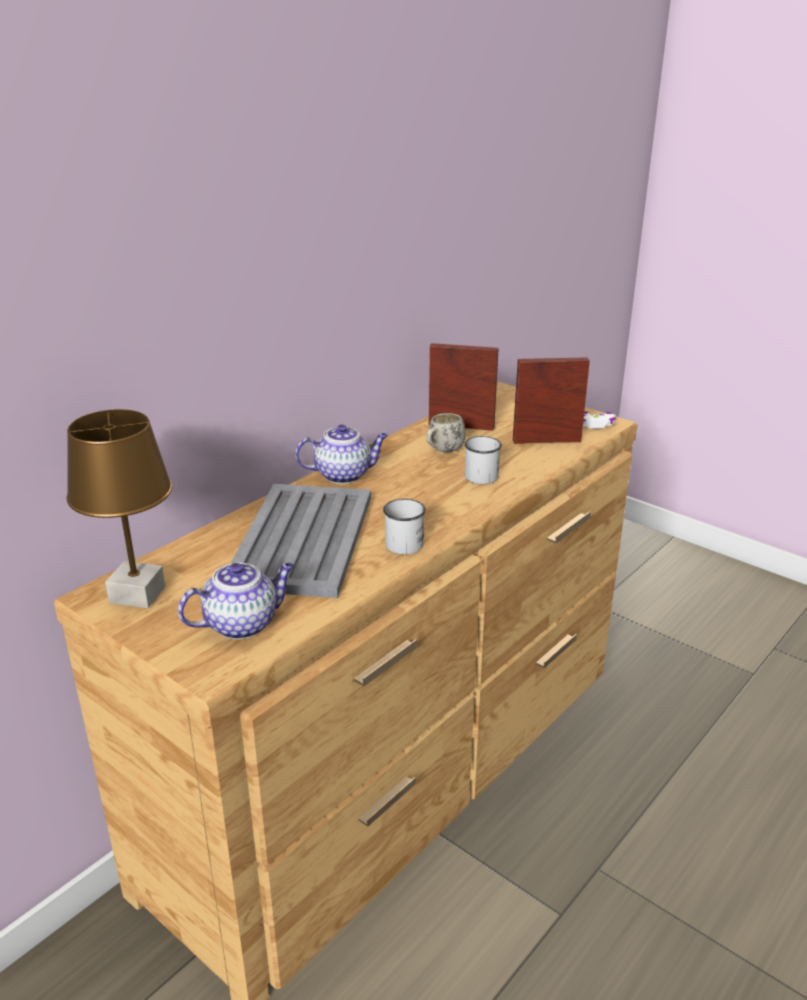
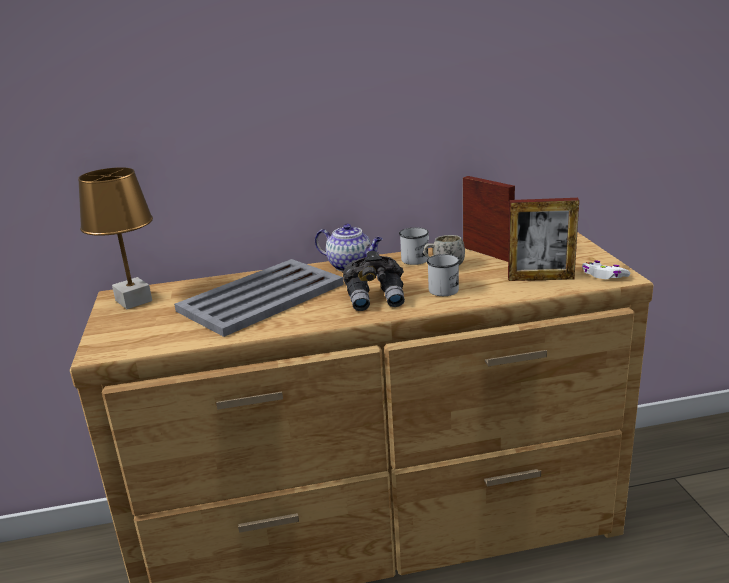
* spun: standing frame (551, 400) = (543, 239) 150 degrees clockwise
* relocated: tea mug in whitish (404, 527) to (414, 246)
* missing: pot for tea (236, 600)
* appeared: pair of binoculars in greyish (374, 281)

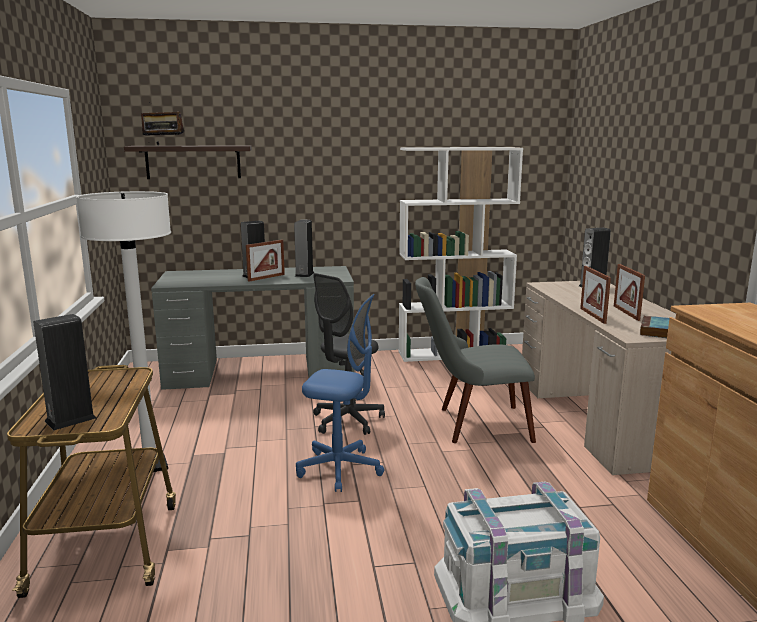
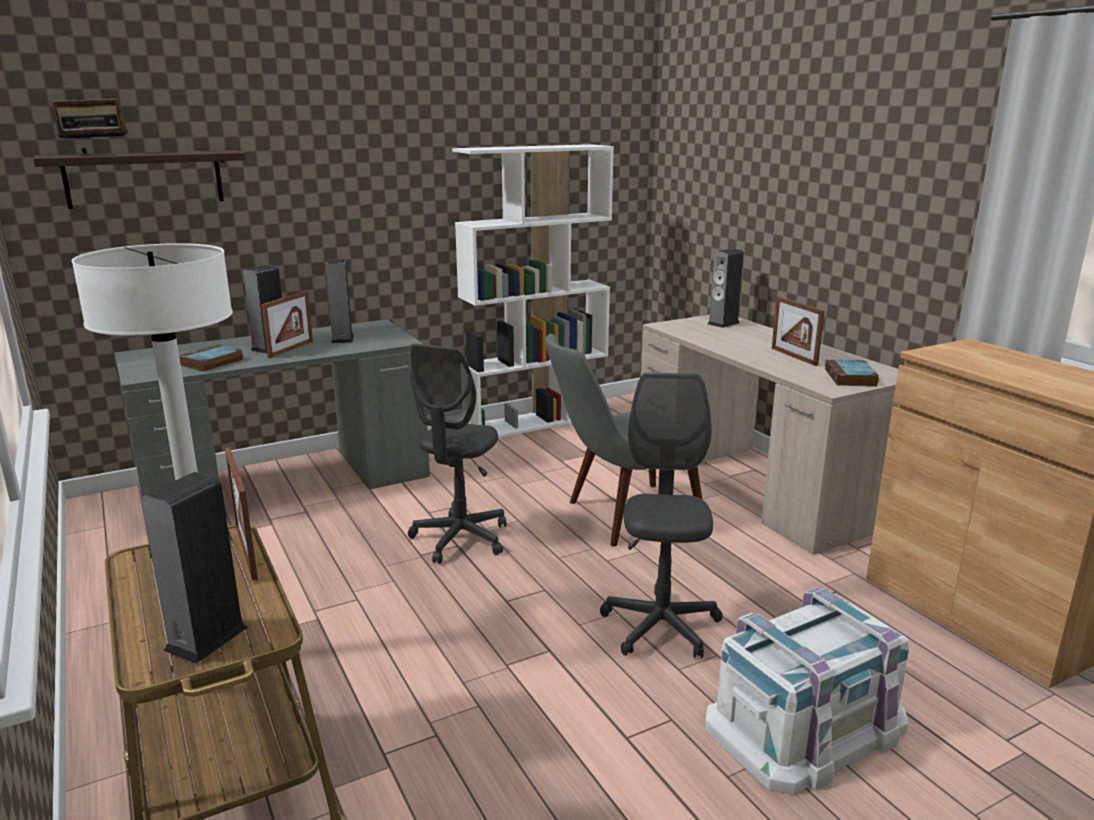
* relocated: standing frame (595, 295) to (241, 514)
* missing: desk chair in bluish (340, 393)
* appeared: bound book (211, 358)
* appeared: desk chair in greyish (661, 515)

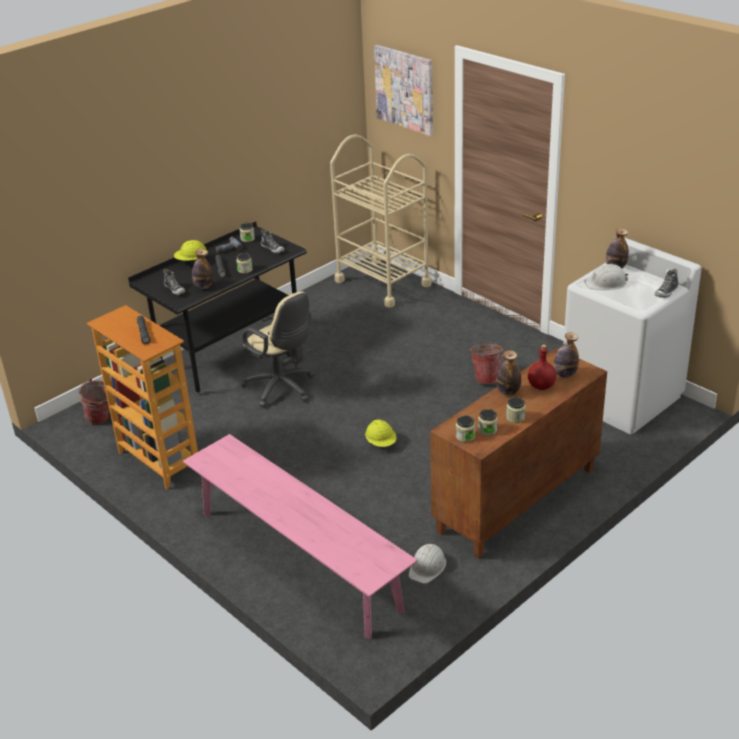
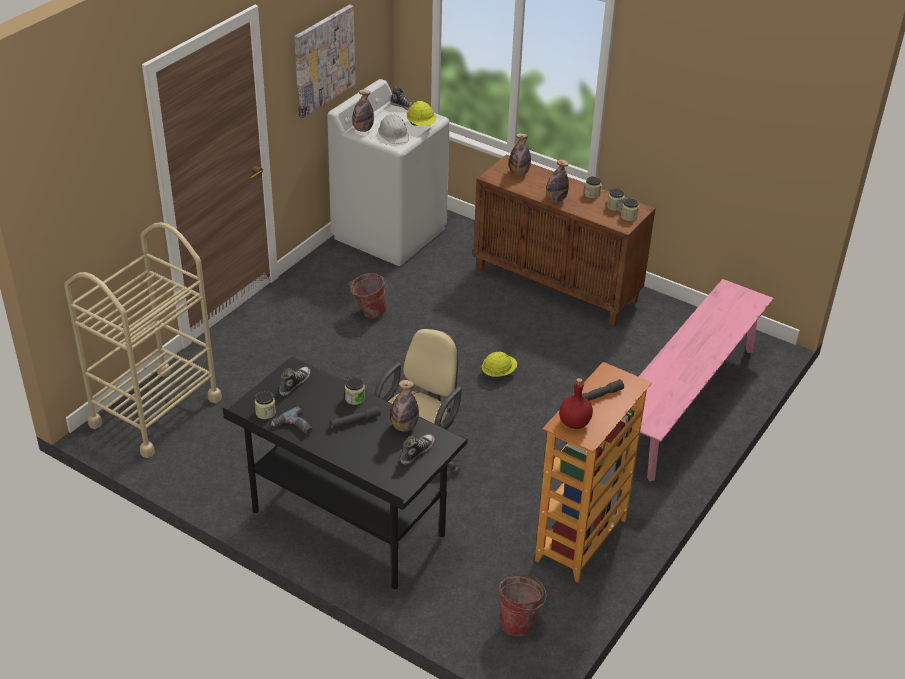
* relocated: wall picture (403, 90) to (325, 61)
* relocated: safety helmet in yellowish (191, 252) to (421, 113)
* relocated: beverage bottle in reddish (542, 367) to (576, 403)
* missing: safety helmet in whitish (427, 564)

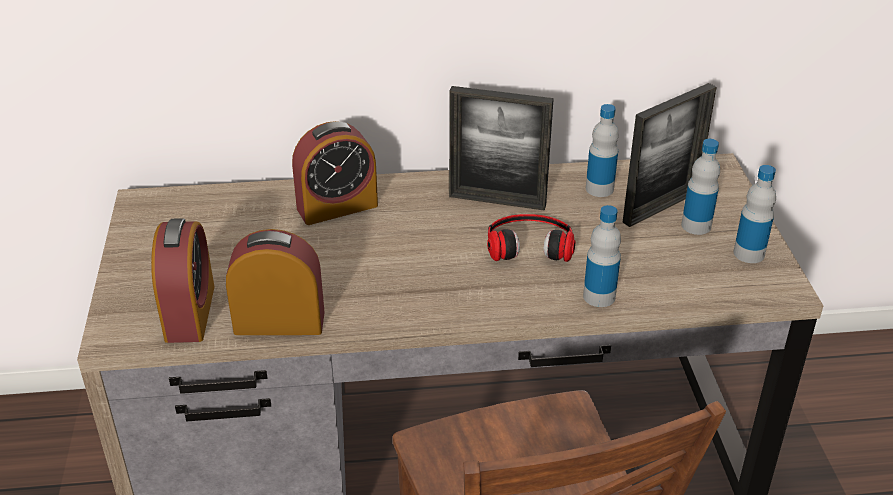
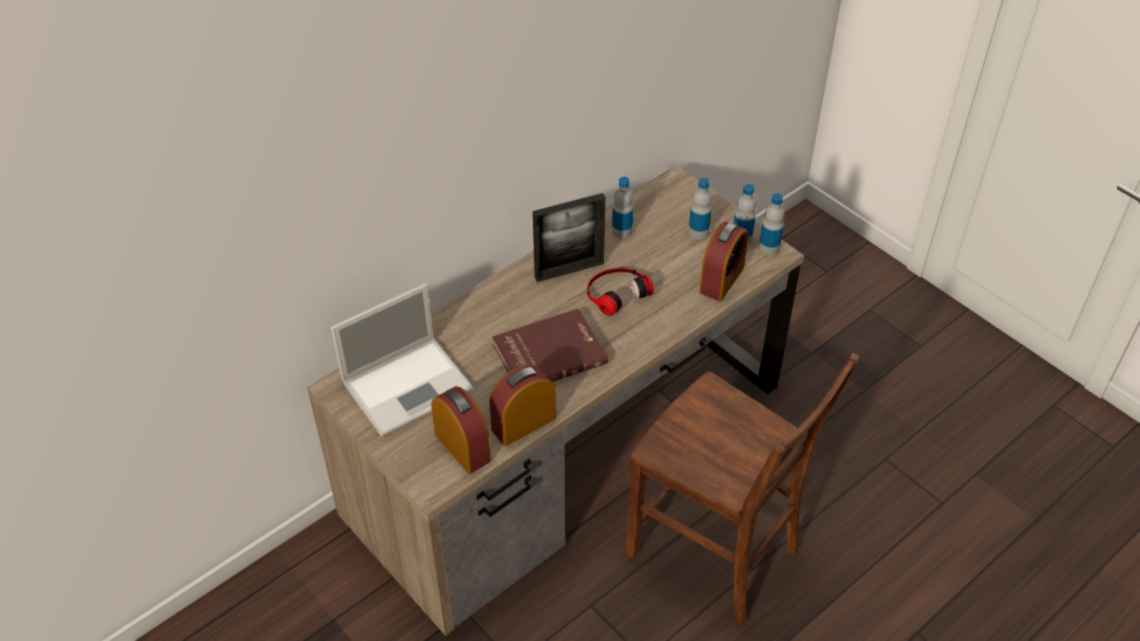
* missing: standing frame (669, 155)
* relocated: table clock (335, 173) to (723, 261)
* relocated: beverage bottle (602, 256) to (772, 224)
* appeared: portable computer (402, 360)
* appeared: bound book in reddish (550, 345)

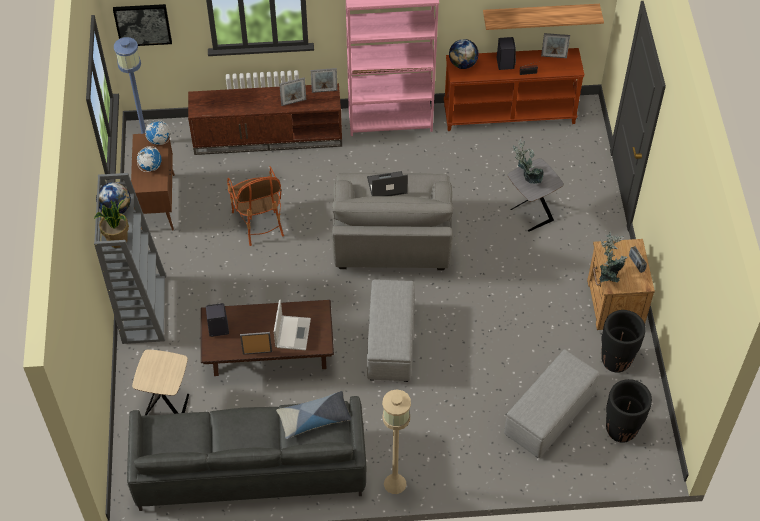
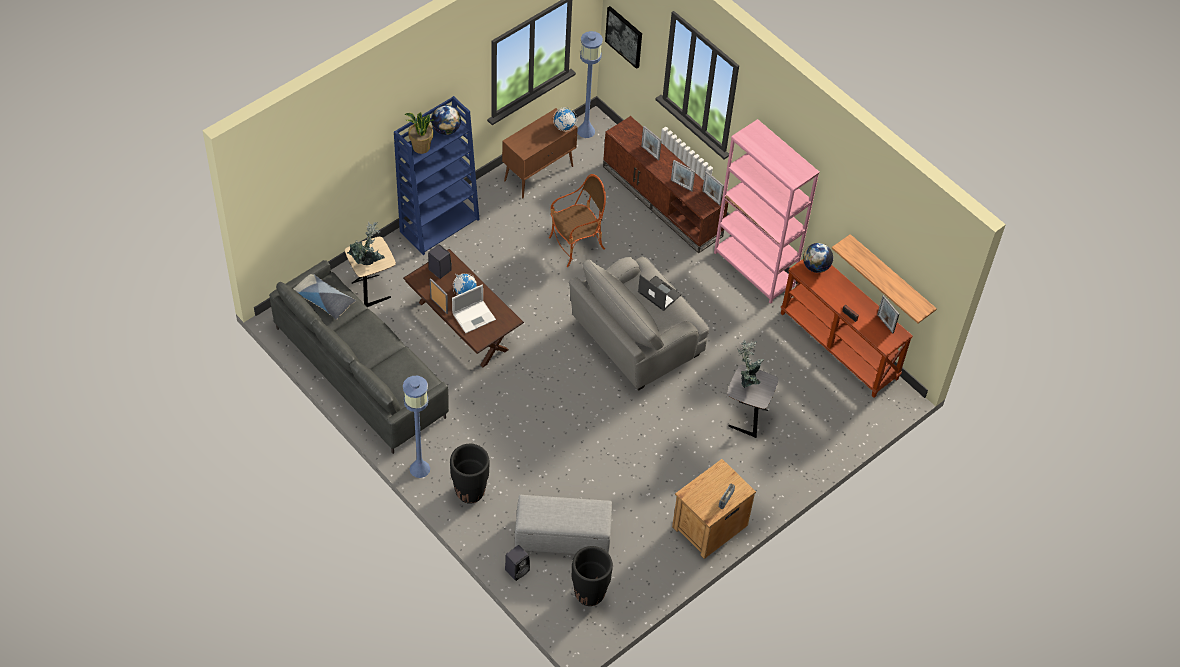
* relocated: audio speaker in black (506, 53) to (517, 563)
* relocated: desk globe (149, 159) to (465, 284)
* spun: armchair (255, 206) = (577, 220) 150 degrees counterclockwise
* colour: bookshelf in greyish (130, 258) to bookshelf in bluish (437, 175)
* relocated: plant in a pot (613, 257) to (366, 243)
* missing: ottoman in greyish (391, 330)
* relocated: planter in black (623, 341) to (470, 474)
* colour: standard lamp in beige-coloured (396, 442) to standard lamp in bluish (416, 427)
* relocated: throw pillow (314, 415) to (324, 297)
* appeared: standing frame (651, 143)

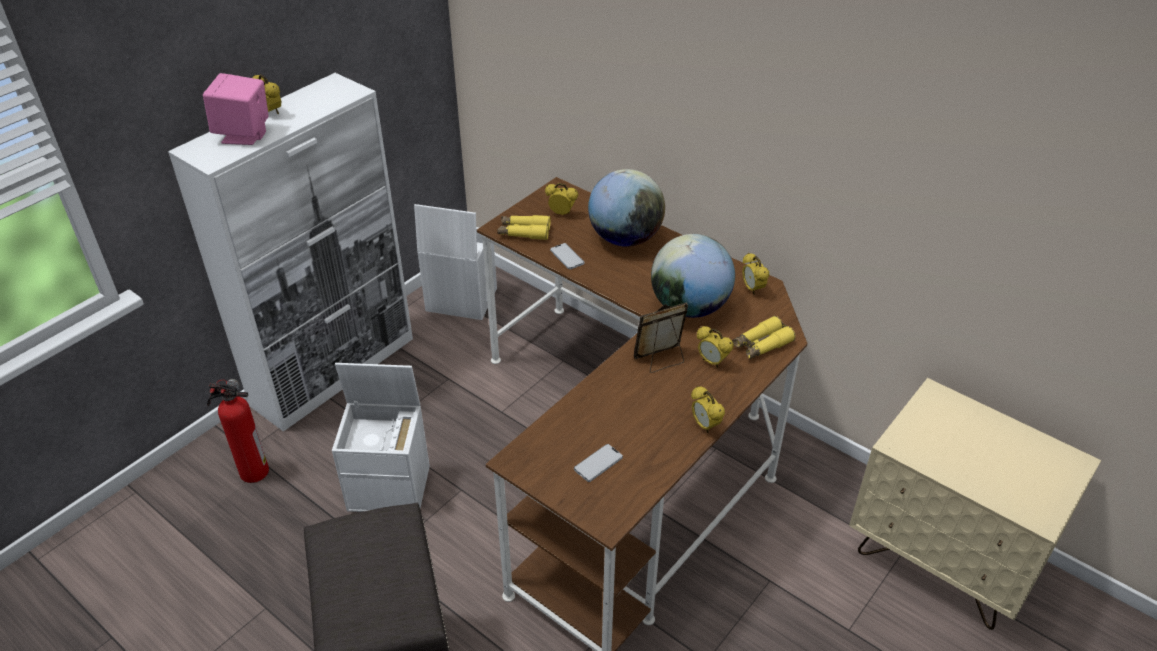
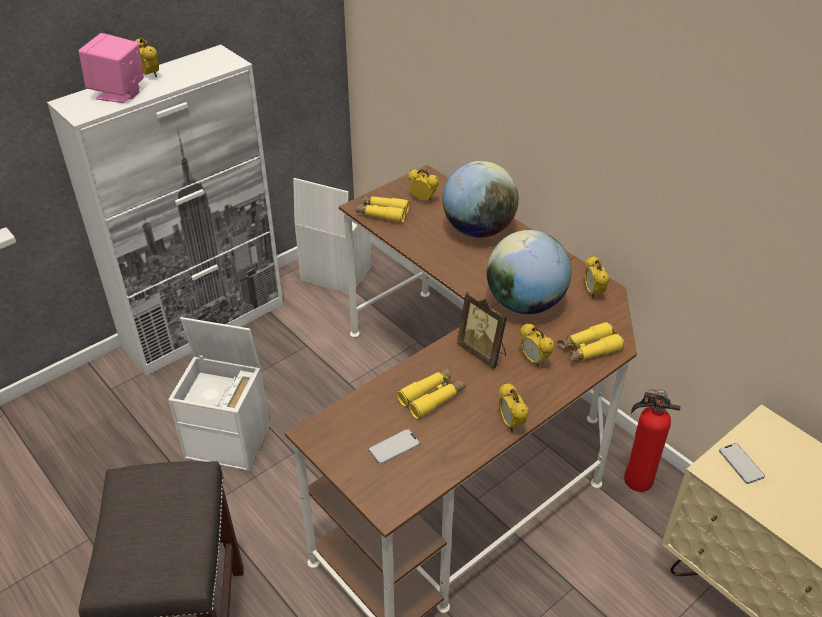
* relocated: handset (567, 256) to (742, 463)
* spun: standing frame (660, 338) = (482, 330) 120 degrees counterclockwise
* relocated: extinguisher (238, 431) to (652, 440)
* appeared: pair of binoculars in yellowish (431, 393)

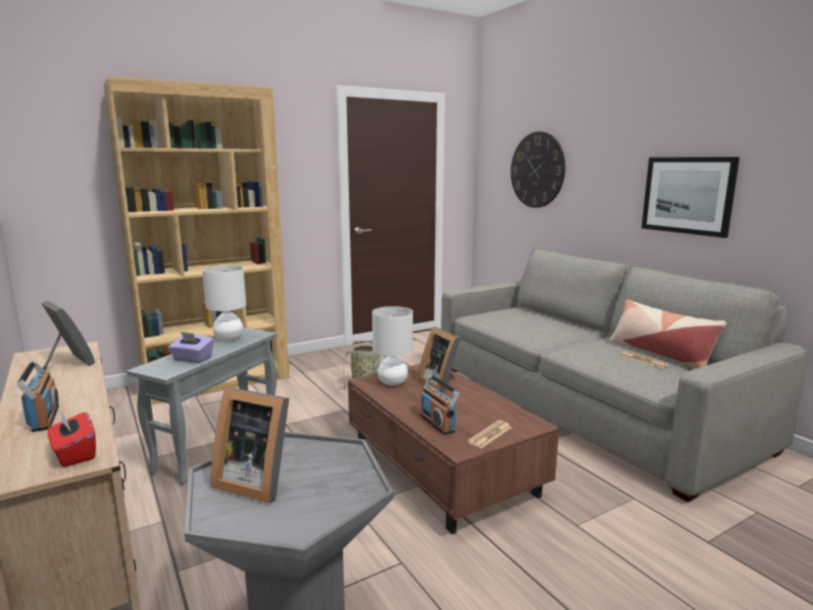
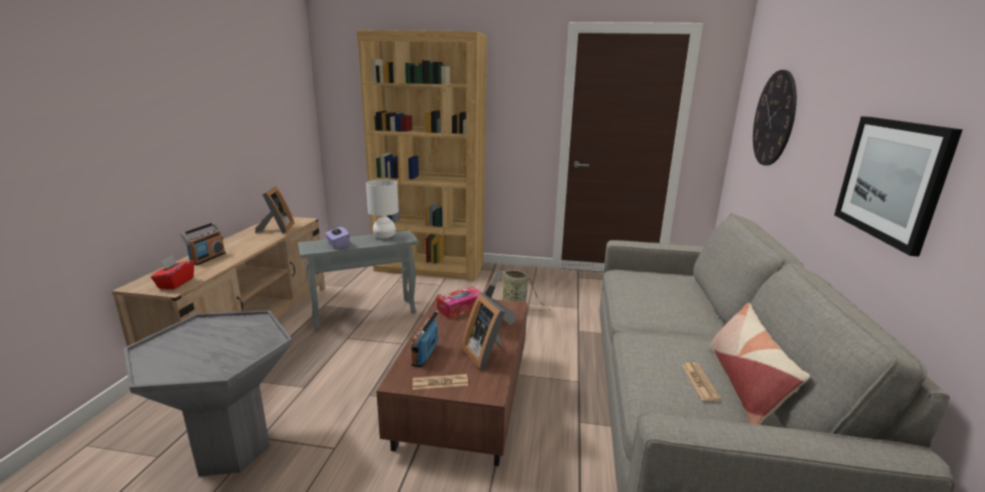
* exchanged: tabletop lamp in whitish (392, 345) to box of tissues (459, 303)
* relocated: standing frame (250, 445) to (483, 331)

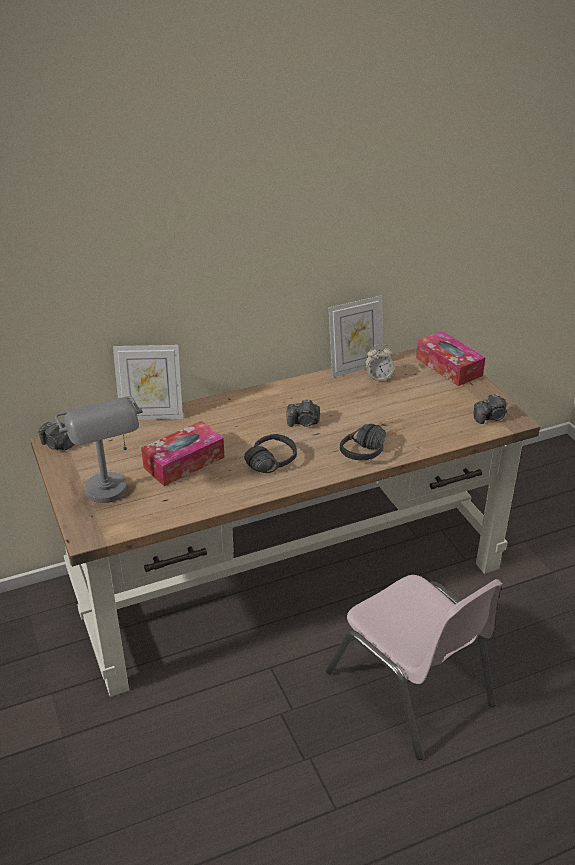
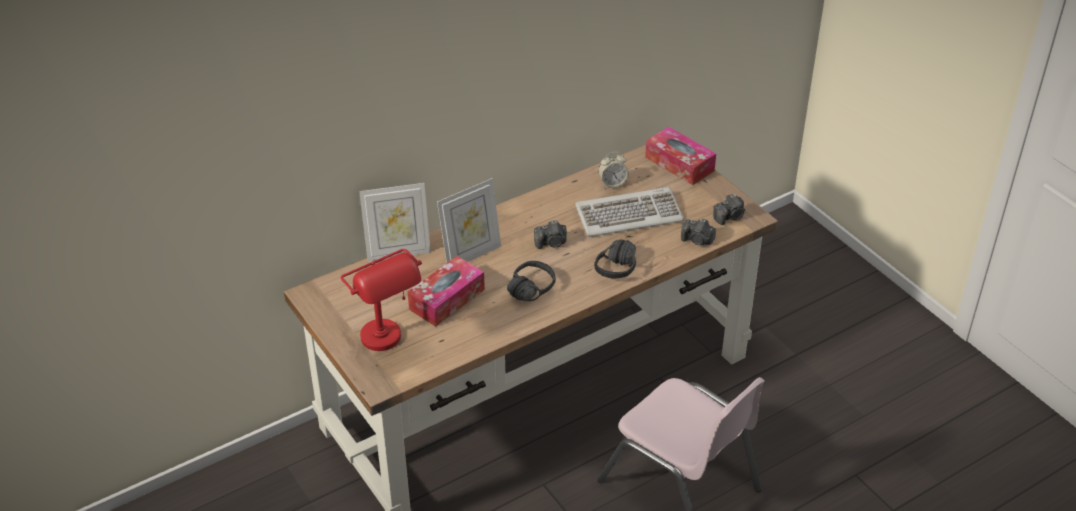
* relocated: standing frame (356, 336) to (469, 220)
* colour: tabletop lamp in greyish (99, 449) to tabletop lamp in reddish (381, 300)
* relocated: photo camera (56, 436) to (698, 232)
* appeared: computer keyboard (629, 212)

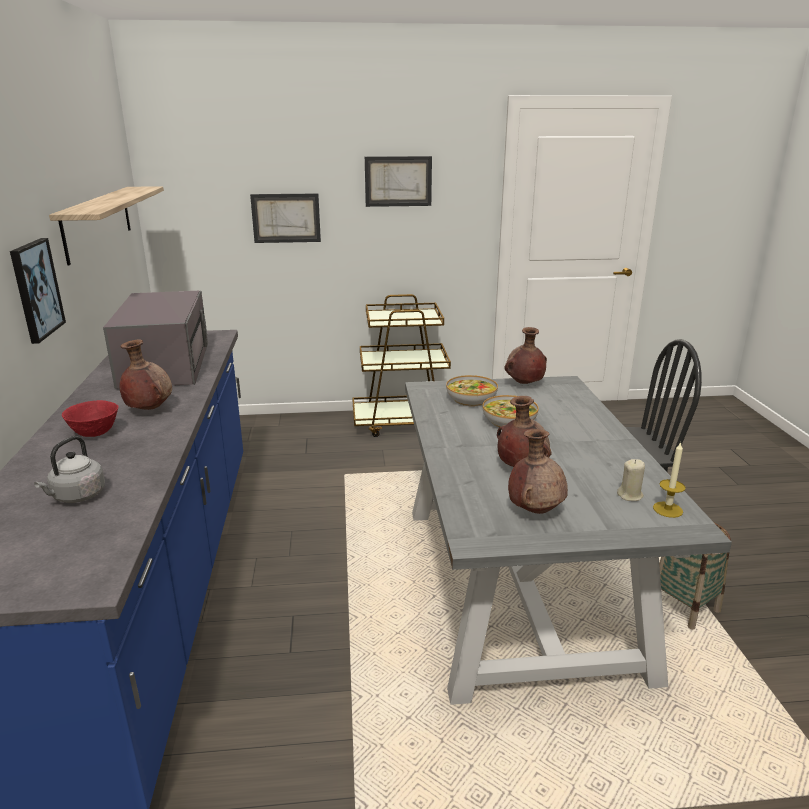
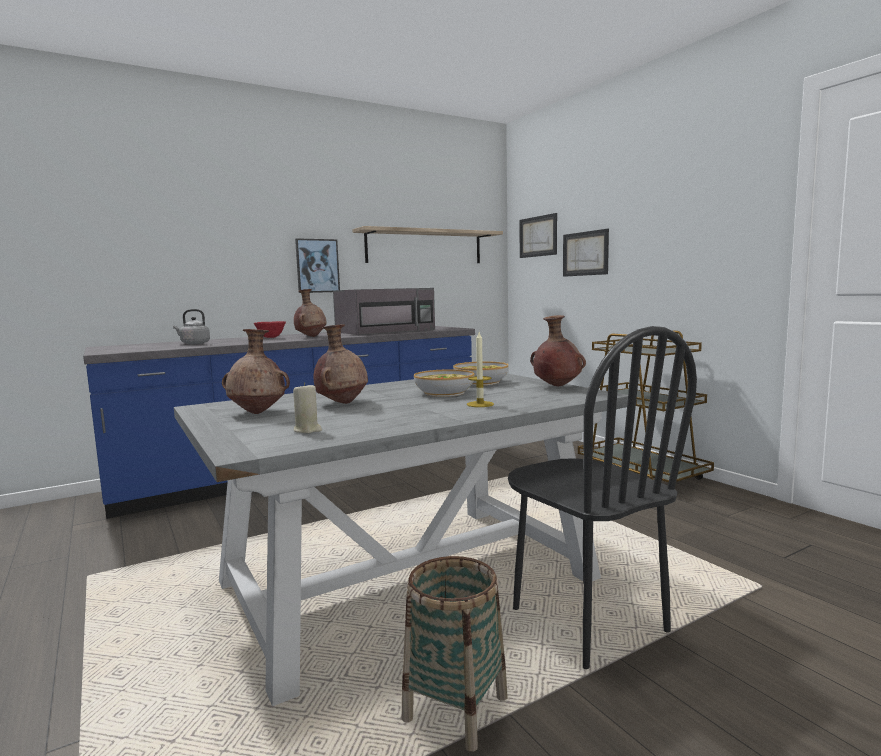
* relocated: wall picture (398, 181) to (538, 235)
* relocated: wax candle (669, 479) to (480, 369)

